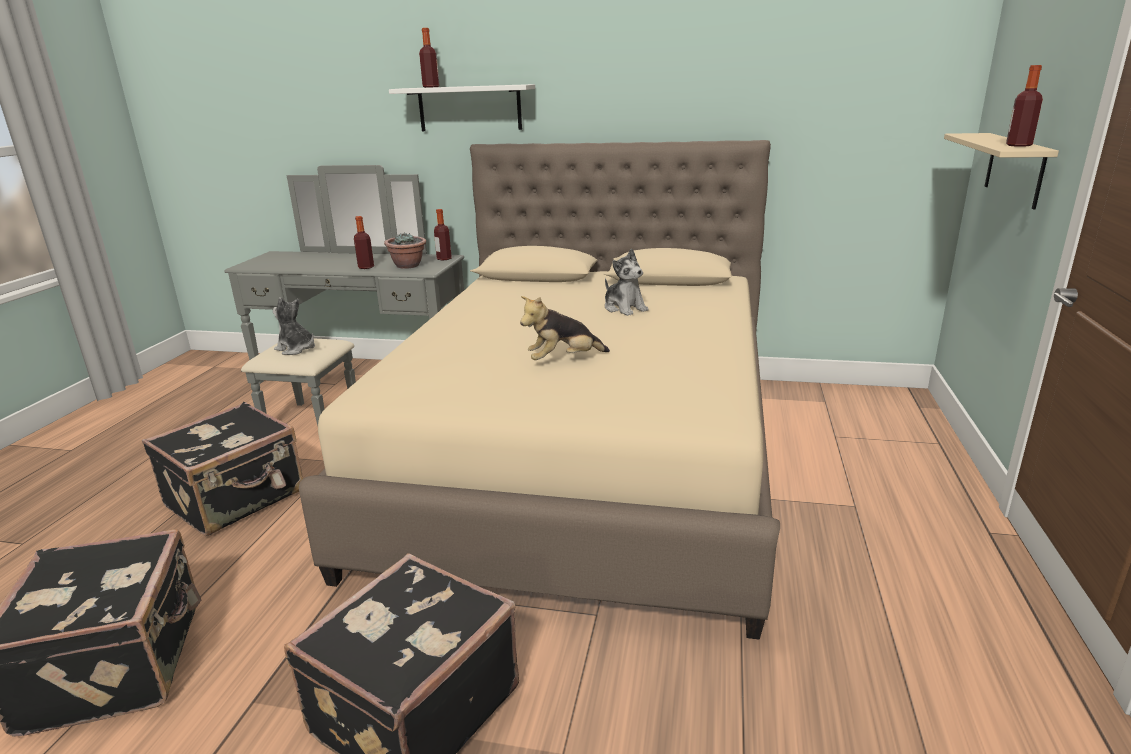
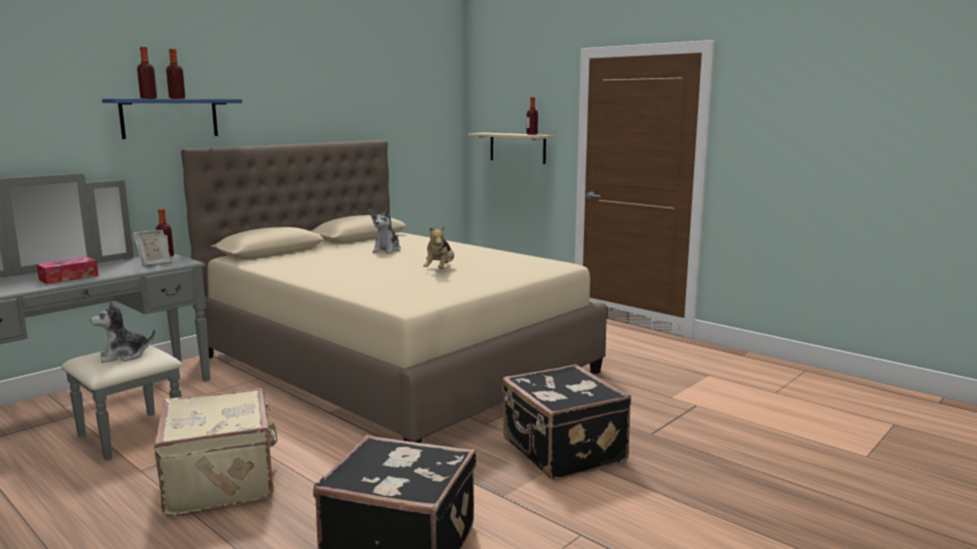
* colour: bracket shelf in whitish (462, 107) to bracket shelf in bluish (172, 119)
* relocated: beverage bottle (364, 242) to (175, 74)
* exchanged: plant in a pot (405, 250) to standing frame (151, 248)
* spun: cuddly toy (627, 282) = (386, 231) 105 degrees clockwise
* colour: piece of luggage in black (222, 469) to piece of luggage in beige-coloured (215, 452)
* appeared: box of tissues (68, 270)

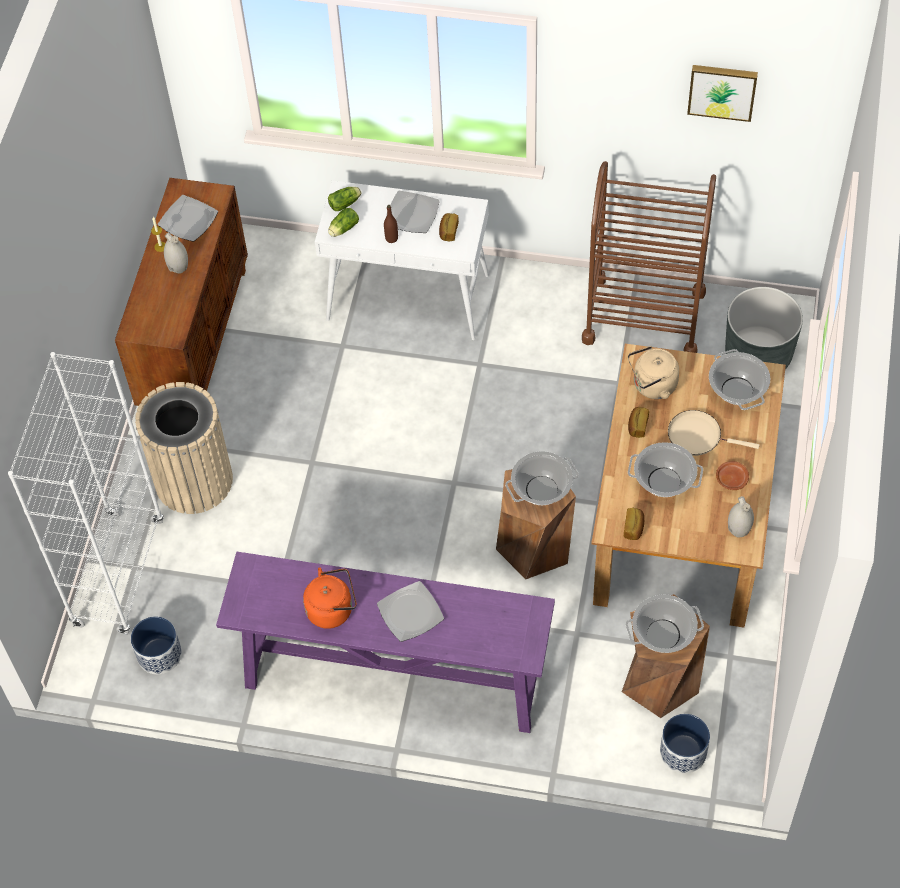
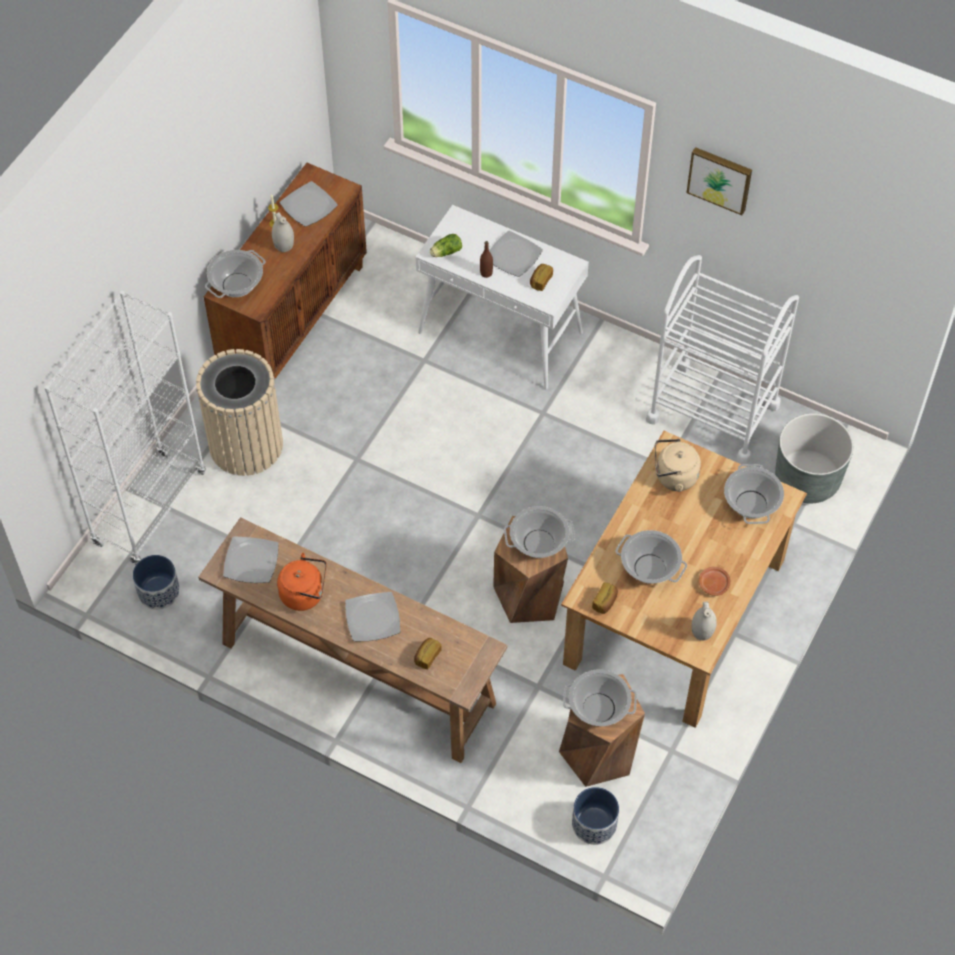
* relocated: wall picture (722, 93) to (719, 181)
* colour: trolley in brownish (649, 257) to trolley in whitish (722, 359)
* missing: lettuce head (345, 199)
* relocated: baked bread (638, 422) to (428, 653)
* missing: skillet in beige-coloured (714, 433)
* colour: hall table in purple (385, 642) to hall table in brownish (352, 640)
* appeared: cooking pot (235, 274)
* appeared: dinner plate (251, 559)

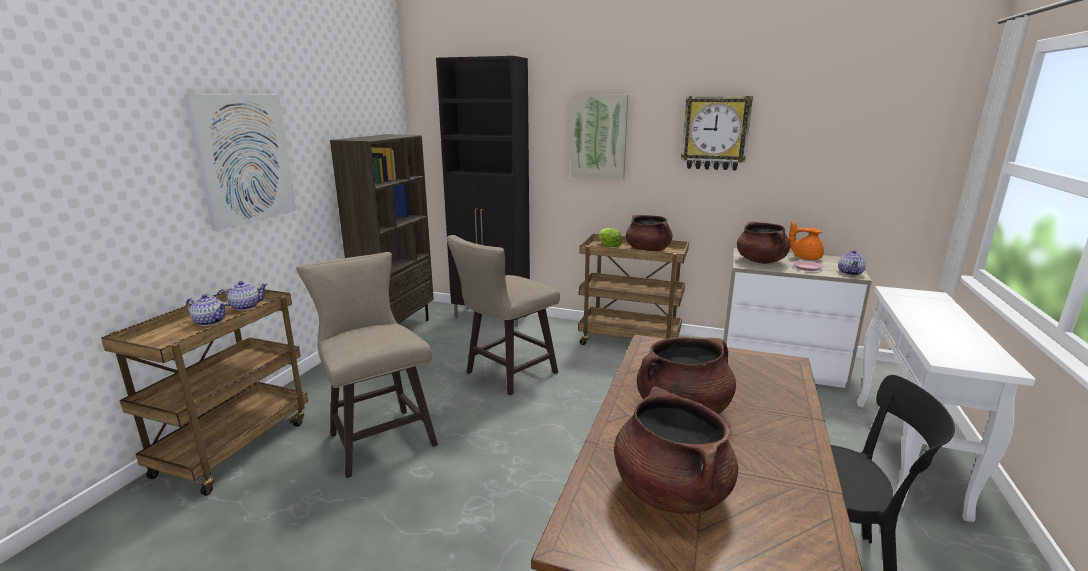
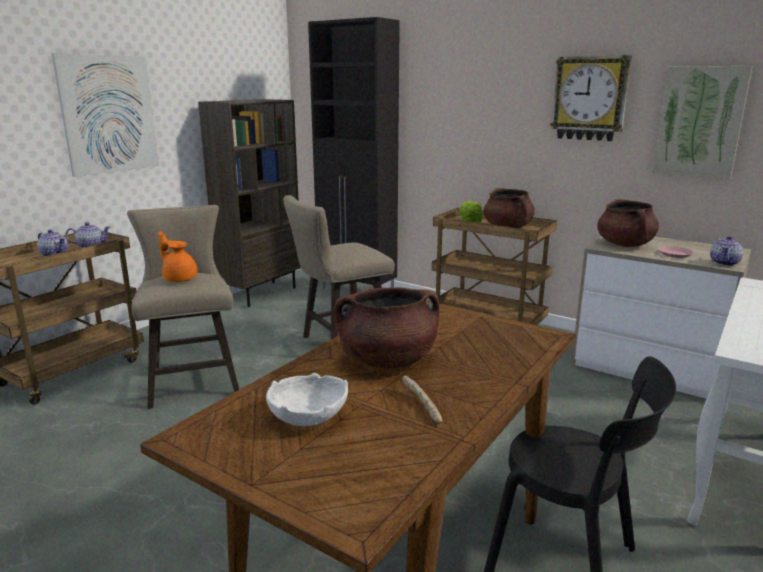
* relocated: wall picture (599, 137) to (702, 122)
* relocated: pot for tea in orangey (806, 241) to (178, 257)
* exchanged: cooking pot in brownish (676, 450) to deep dish in whitish (307, 399)
* appeared: baked bread (422, 399)

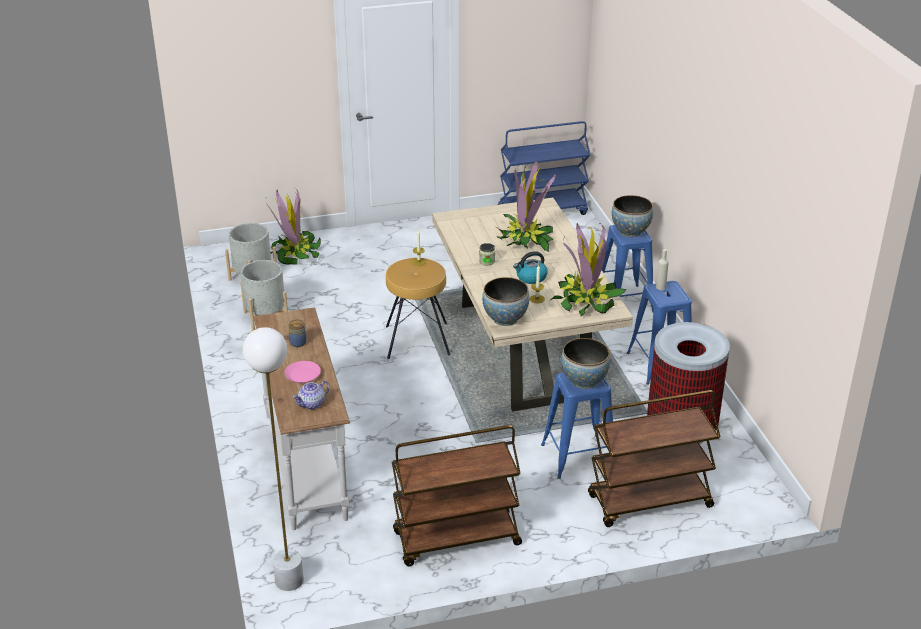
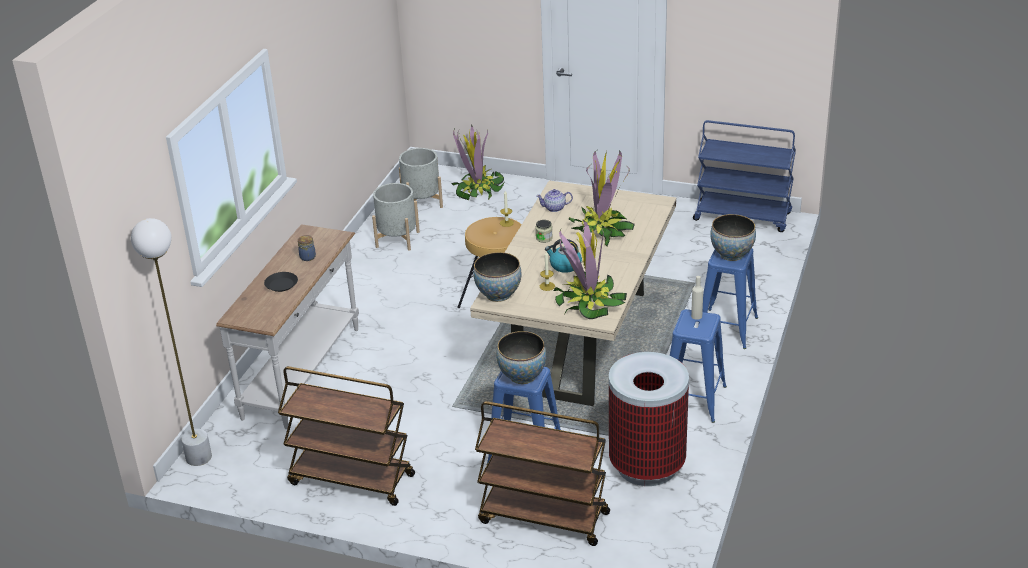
* colour: dinner plate in pinkish (303, 372) to dinner plate in black (281, 282)
* relocated: pot for tea (311, 395) to (554, 200)

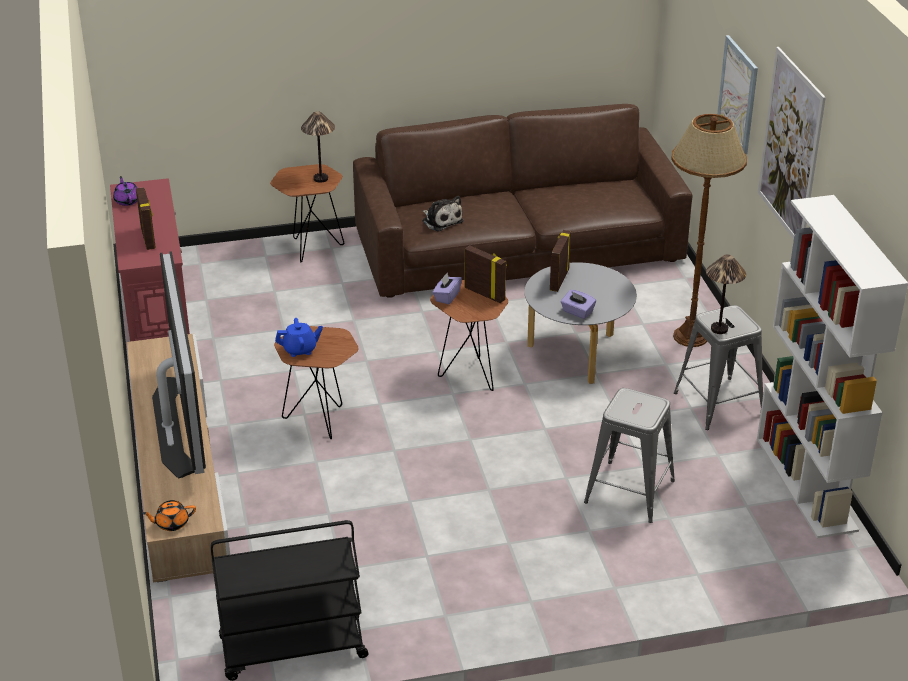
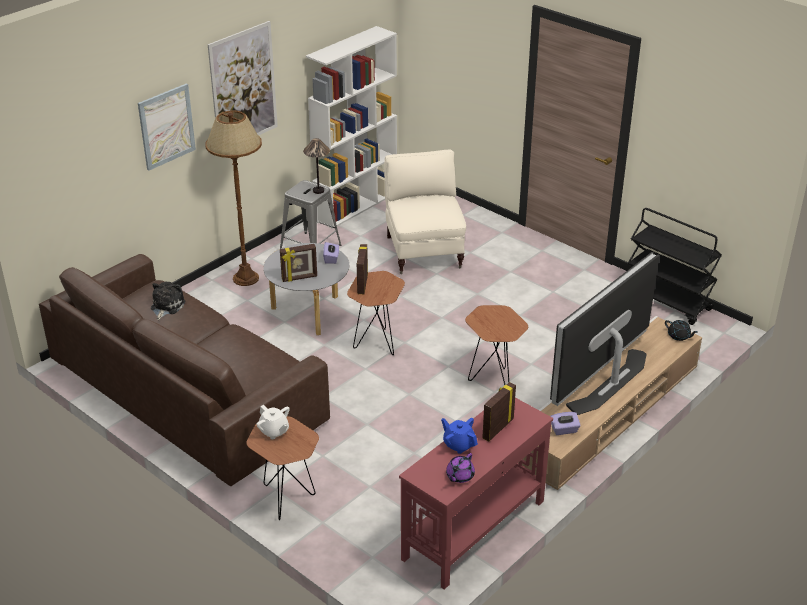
* exchanged: tabletop lamp (318, 147) to pot for tea in whitish (273, 422)
* relocated: cuddly toy (443, 214) to (168, 301)
* relocated: box of tissues in purple (447, 288) to (565, 423)
* relocated: pot for tea in bluish (299, 337) to (459, 436)
* exchanged: sitting stool in greyish (629, 455) to armchair in beige-coloured (425, 212)
* colour: pot for tea in orangey (169, 515) to pot for tea in black (681, 330)

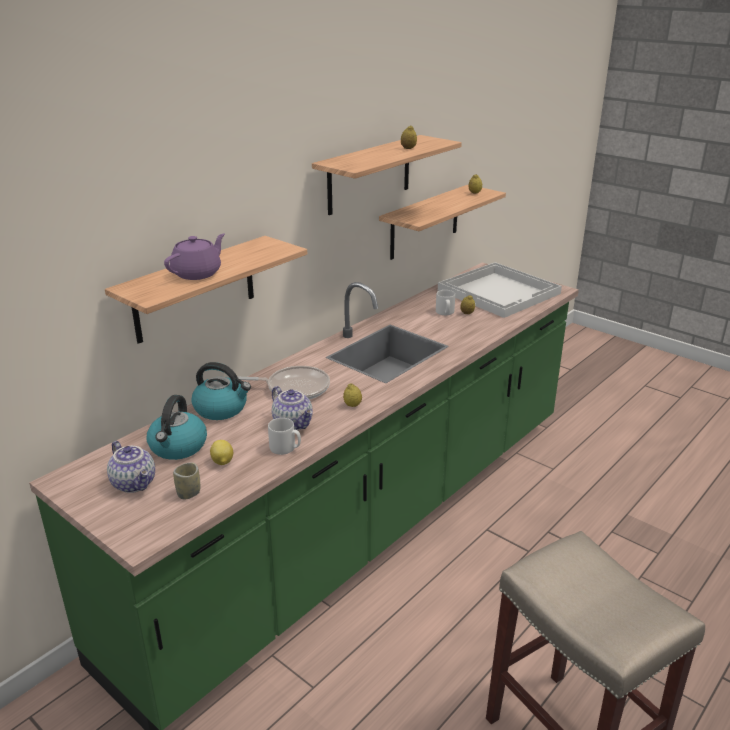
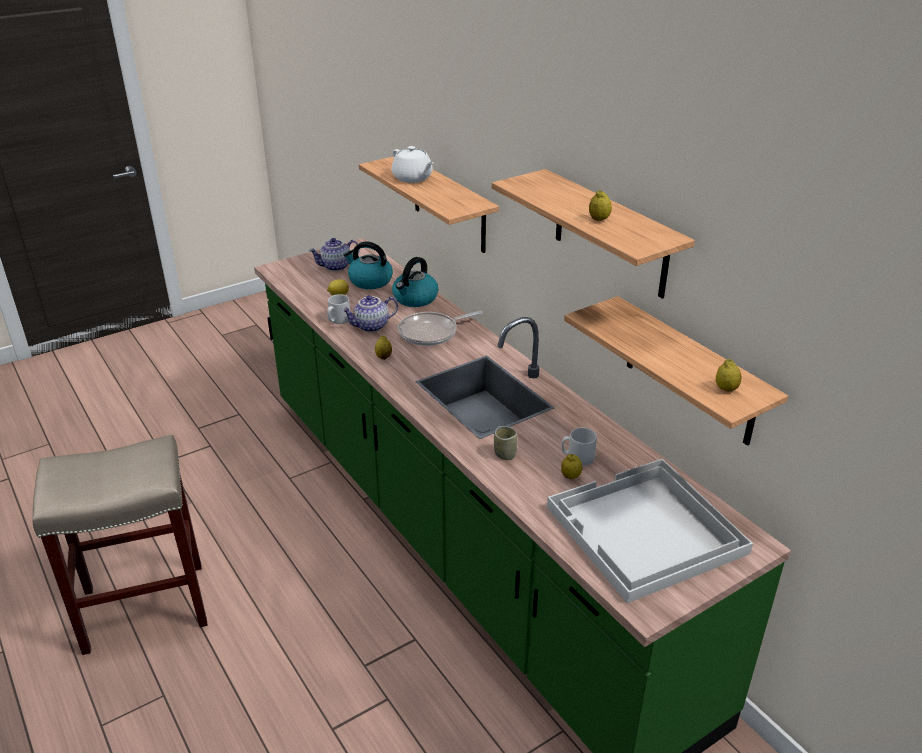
* colour: pot for tea in purple (194, 257) to pot for tea in whitish (412, 164)
* spun: skillet (283, 383) = (440, 328) 45 degrees clockwise
* relocated: cup (186, 480) to (506, 443)

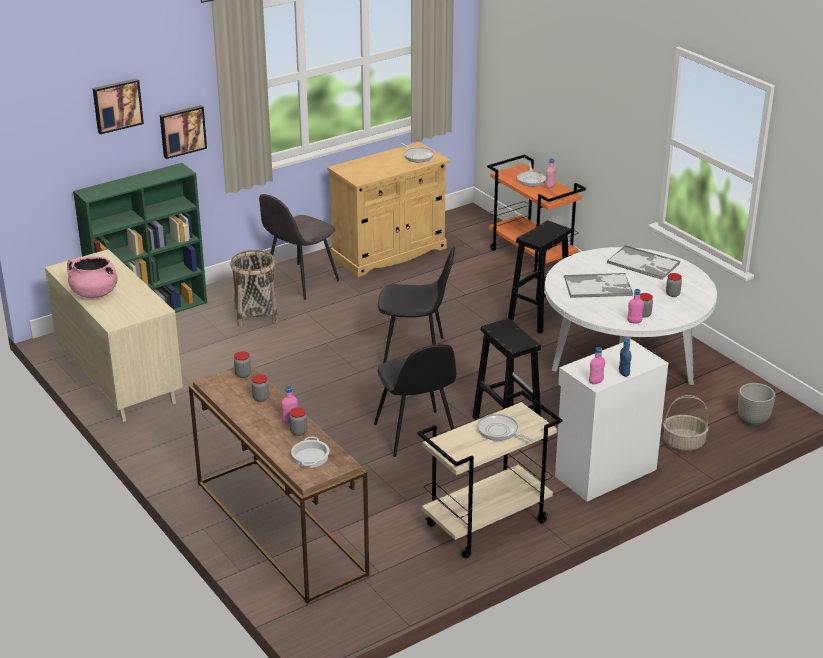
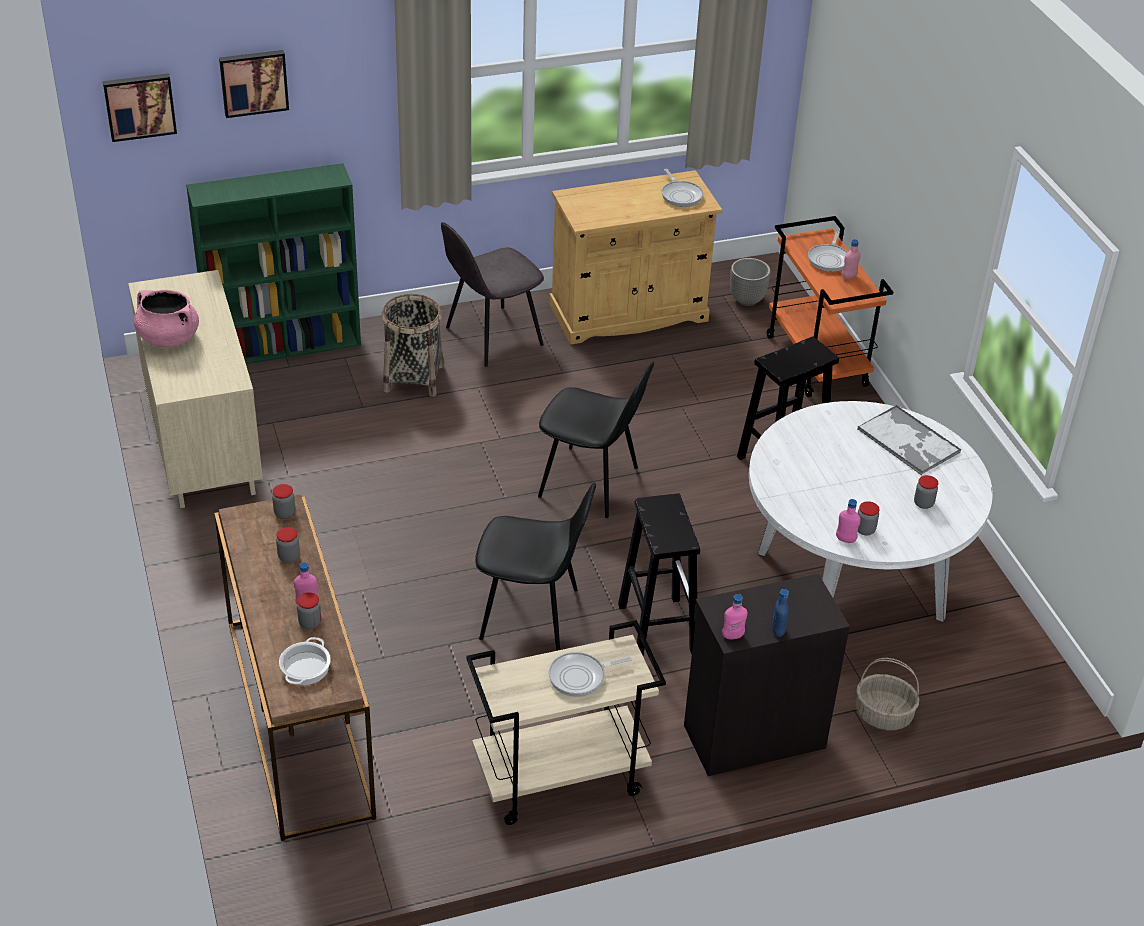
* relocated: wall picture (183, 132) to (140, 107)
* missing: carrying tray (598, 285)
* colour: cabinet in whitish (611, 420) to cabinet in black (767, 675)
* spun: chair in black (415, 400) = (535, 567) 75 degrees counterclockwise
* relocated: planter (756, 404) to (750, 282)
* spun: skillet (505, 427) = (590, 674) 75 degrees counterclockwise

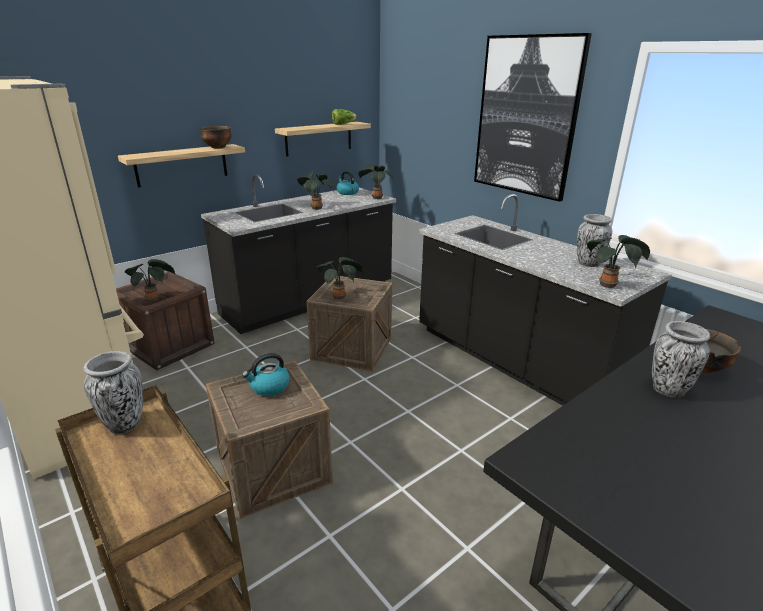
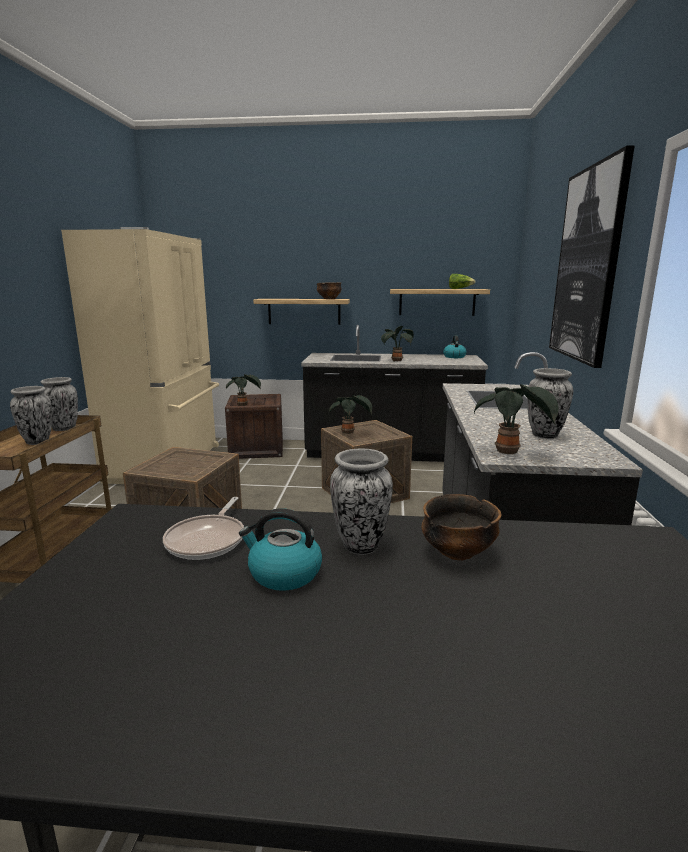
* missing: plant in a pot (376, 181)
* relocated: water kettle (265, 374) to (280, 549)
* appeared: vase (31, 415)
* appeared: skillet (203, 528)

